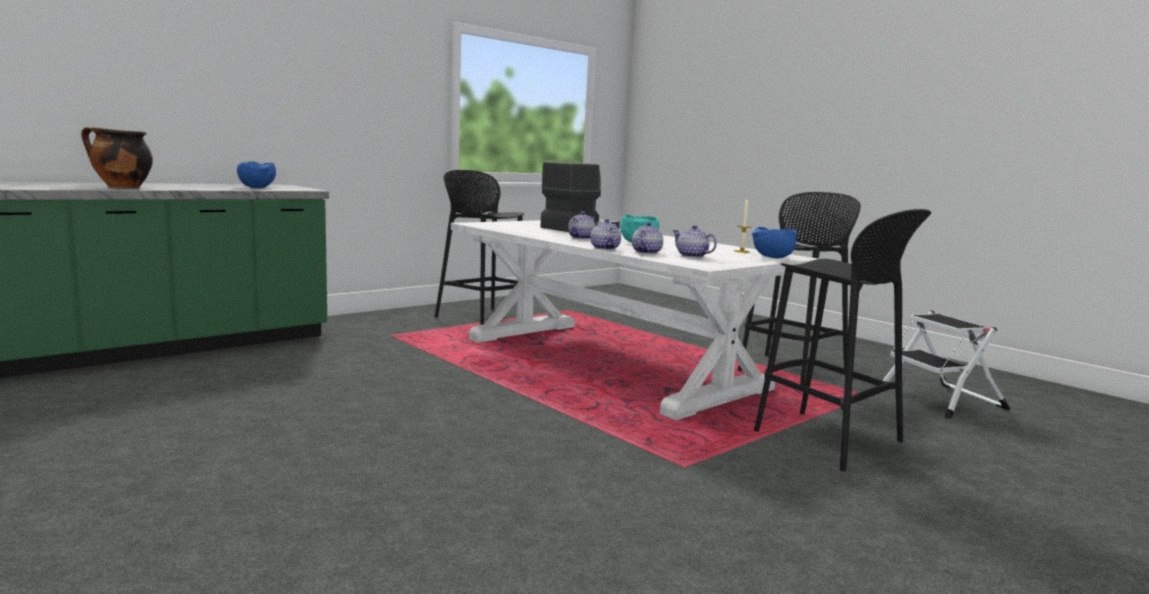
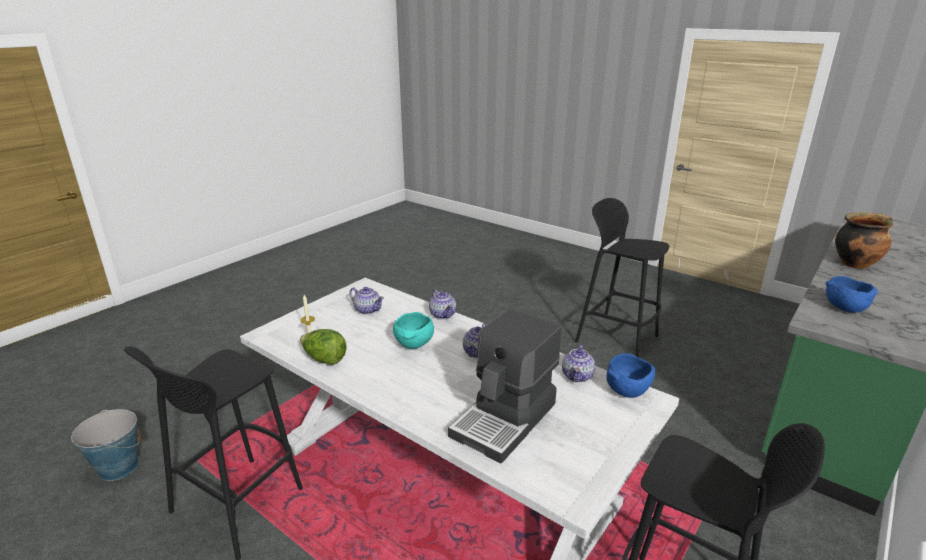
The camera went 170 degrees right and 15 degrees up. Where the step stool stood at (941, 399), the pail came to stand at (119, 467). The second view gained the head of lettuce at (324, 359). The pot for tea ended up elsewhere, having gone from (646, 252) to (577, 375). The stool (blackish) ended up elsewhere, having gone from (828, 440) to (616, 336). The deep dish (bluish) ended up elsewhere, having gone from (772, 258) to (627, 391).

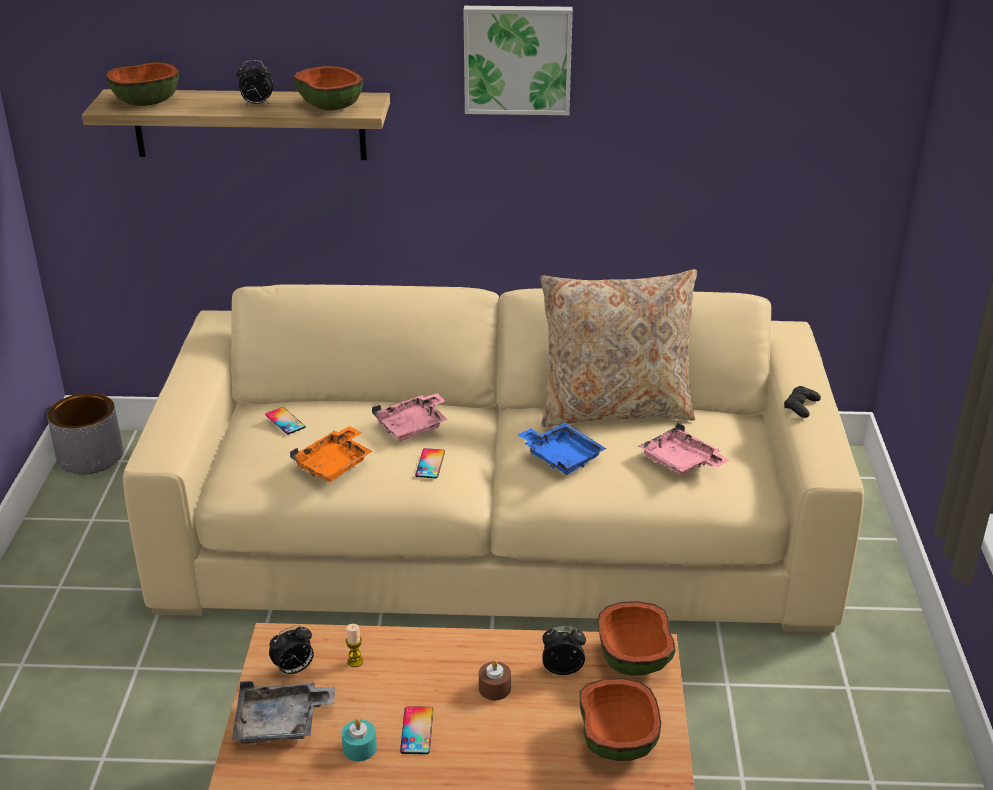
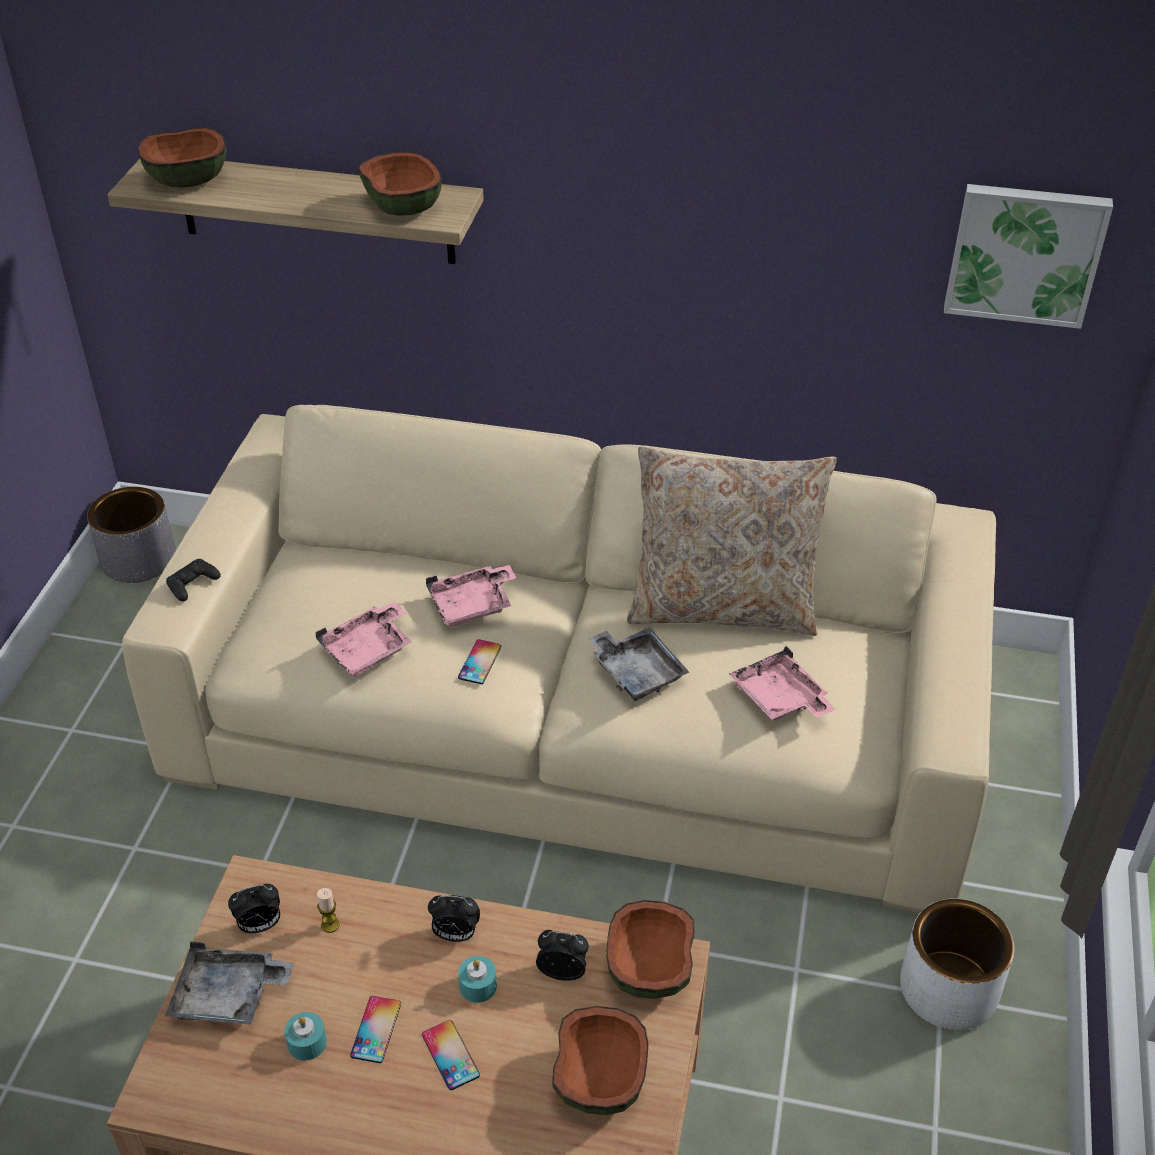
The camera went 10 degrees right and 10 degrees up. The gamepad (blackish) ended up elsewhere, having gone from (801, 406) to (192, 584). What was the serving tray (orangey) at (334, 464) turned into the serving tray (pinkish) at (368, 650). The phone ended up elsewhere, having gone from (285, 421) to (450, 1055). The alarm clock ended up elsewhere, having gone from (257, 104) to (455, 934). What was the candle (brown) at (494, 688) turned into the candle (turquoise) at (478, 986). What was the serving tray (bluish) at (561, 456) turned into the serving tray (greyish) at (637, 672). The second view gained the planter (white-coloured) at (947, 990). The wall art ended up elsewhere, having gone from (517, 59) to (1025, 253).

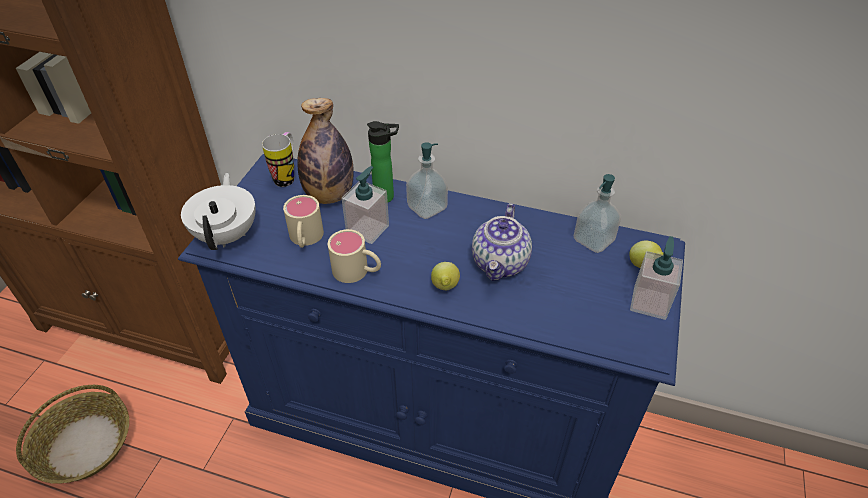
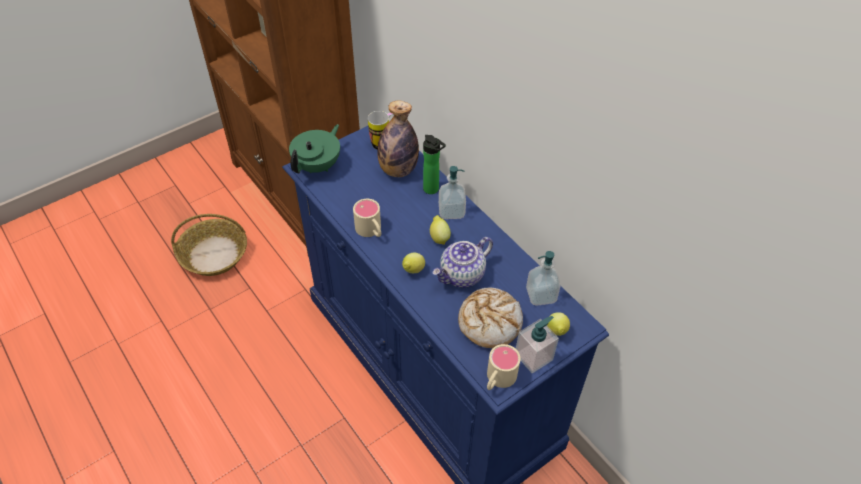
The camera went 35 degrees right and 5 degrees up. What was the pot for tea (white-coloured) at (227, 234) turned into the pot for tea (green) at (318, 165). The second view gained the whole lemon at (439, 237). The second view gained the bakery bread at (489, 322). The coffee mug (sand-coloured) ended up elsewhere, having gone from (305, 239) to (498, 379). The second view lost the liquid soap bottle at (367, 229).

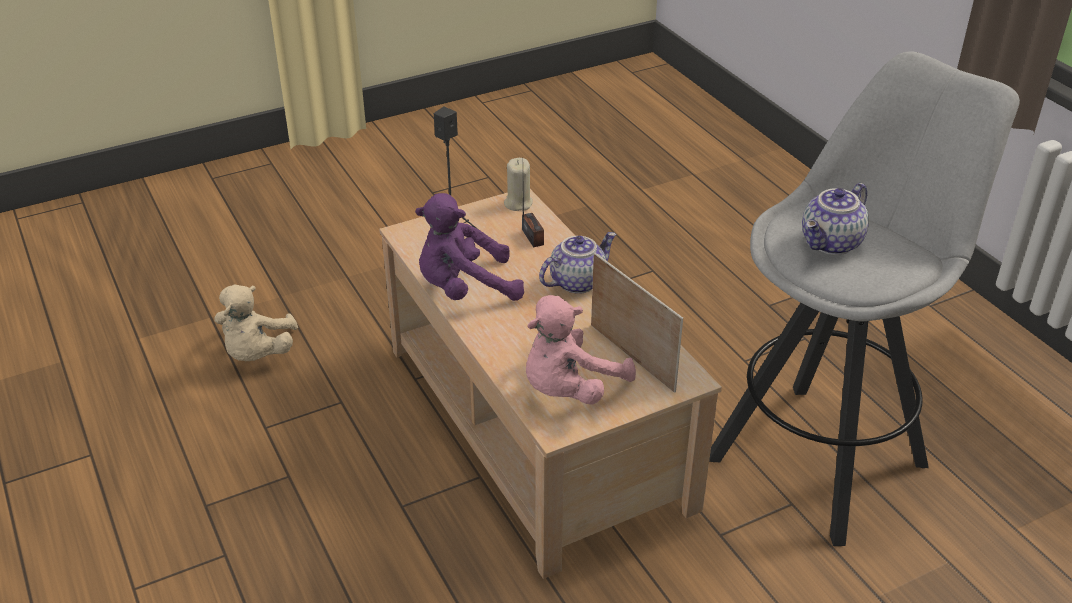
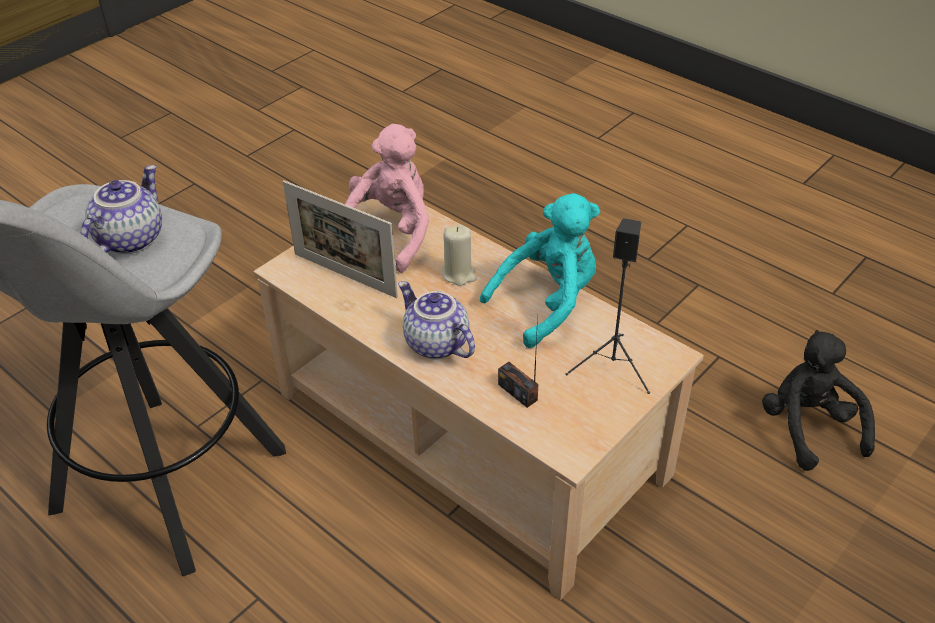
The camera went 160 degrees right and 5 degrees up. The pot for tea at (577, 281) ended up facing another way, 105 degrees clockwise from before. The candle (sand-coloured) ended up elsewhere, having gone from (518, 203) to (459, 274). What was the soft toy (purple) at (465, 289) turned into the soft toy (turquoise) at (548, 303). What was the soft toy (sand-coloured) at (257, 354) turned into the soft toy (blackish) at (808, 427).

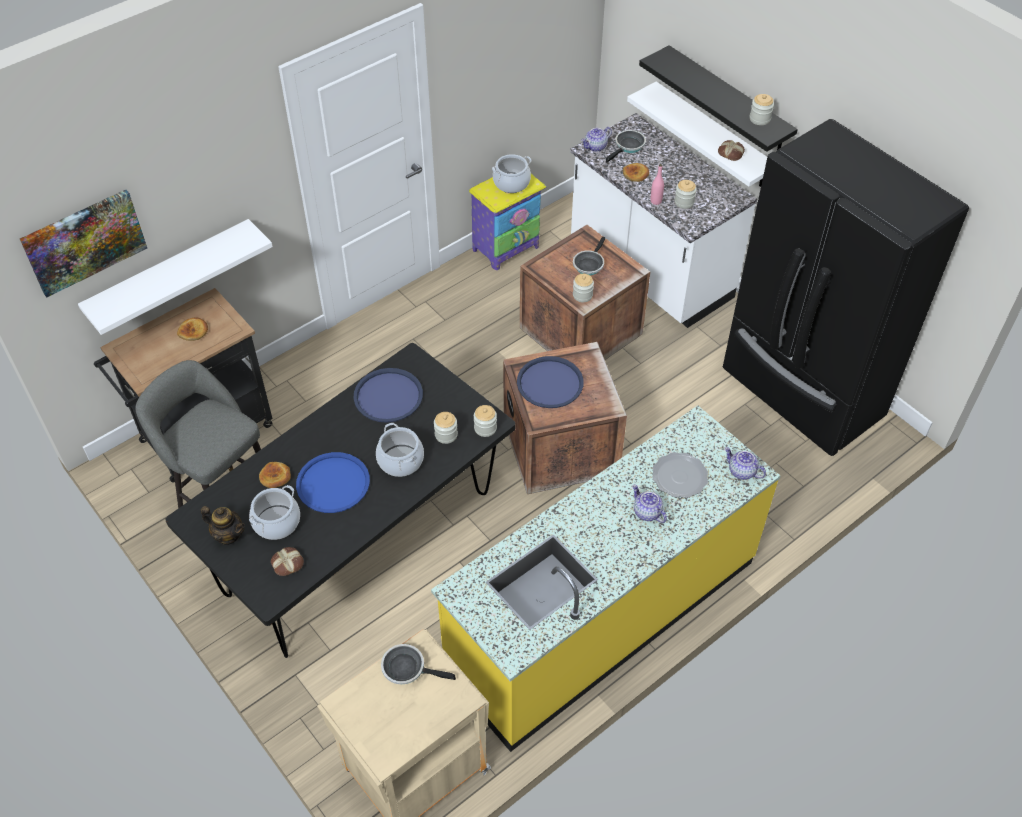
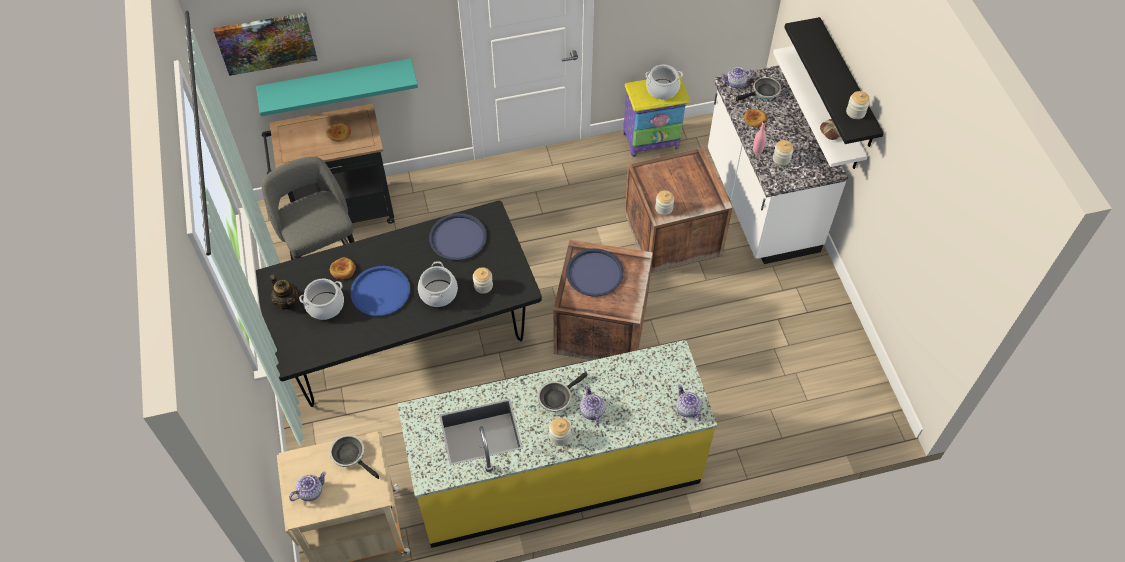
The camera went 25 degrees right and 5 degrees up. What was the wall shelf (white-coloured) at (170, 274) turned into the wall shelf (turquoise) at (337, 83). The second view gained the pot for tea at (310, 491). The frying pan ended up elsewhere, having gone from (589, 264) to (557, 397). The preserve jar ended up elsewhere, having gone from (485, 428) to (560, 436). The second view lost the bakery bread at (287, 563). The second view lost the plate at (680, 477). The second view lost the fridge (blackish) at (799, 394).

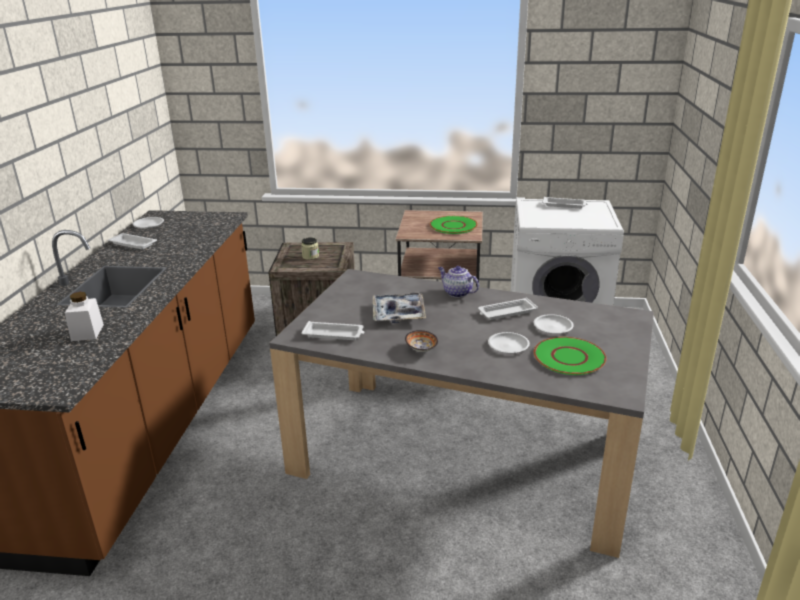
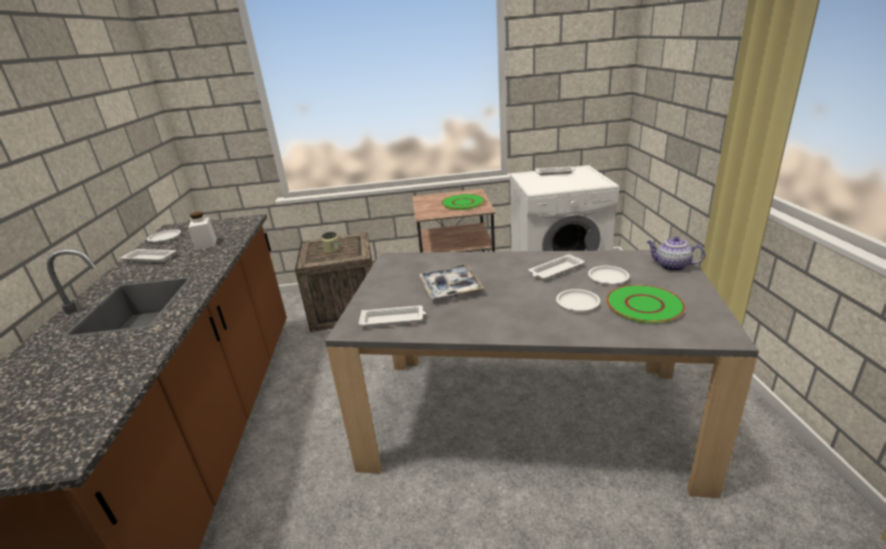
The camera went 10 degrees left and 0 degrees up. The preserve jar (white-coloured) ended up elsewhere, having gone from (87, 332) to (206, 244). The pot for tea ended up elsewhere, having gone from (457, 293) to (671, 266). The second view lost the deep dish at (421, 349).

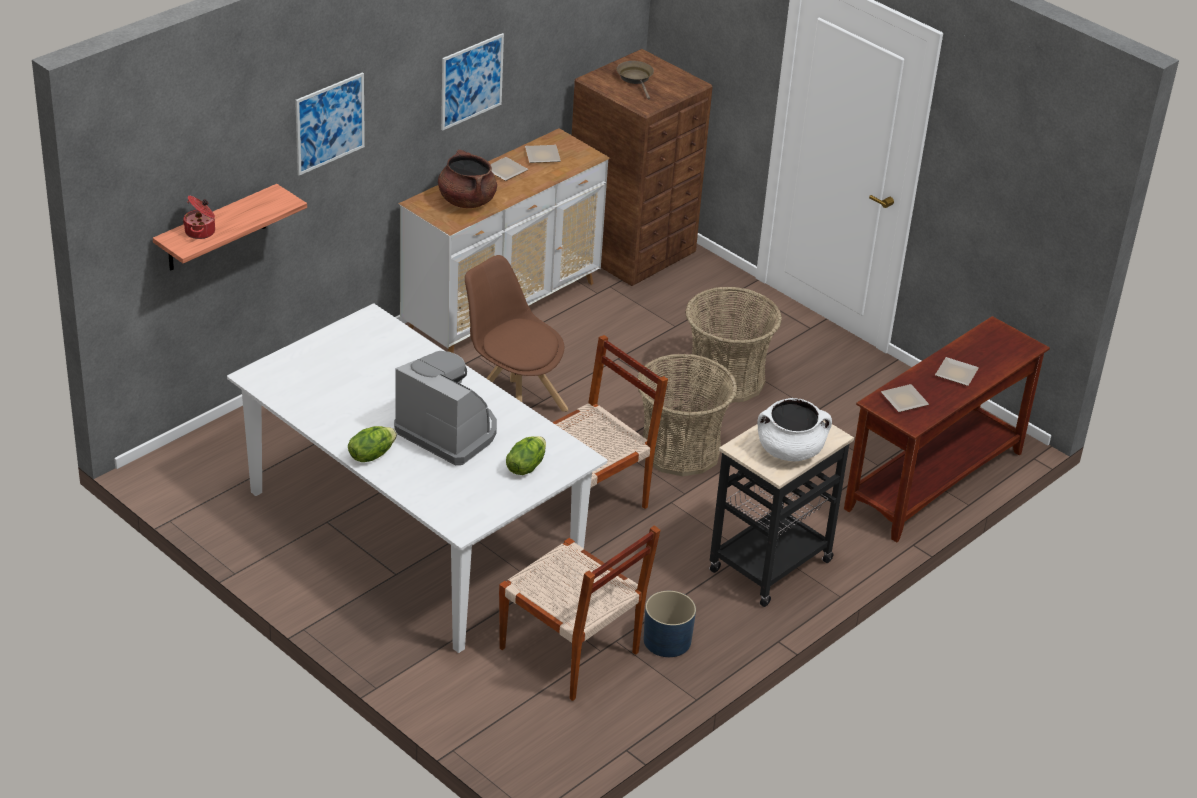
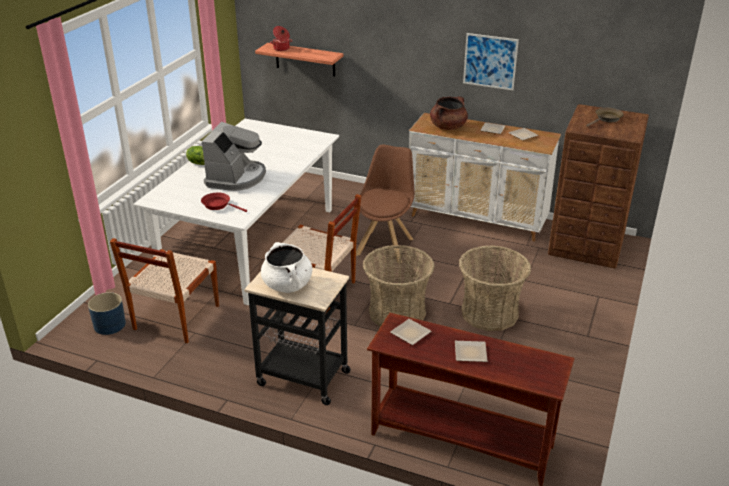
The camera went 70 degrees right and 5 degrees down. The planter (bluish) ended up elsewhere, having gone from (667, 640) to (110, 325). Where the head of lettuce stood at (525, 466), the frying pan (reddish) came to stand at (218, 205). The second view lost the wall art at (330, 123).

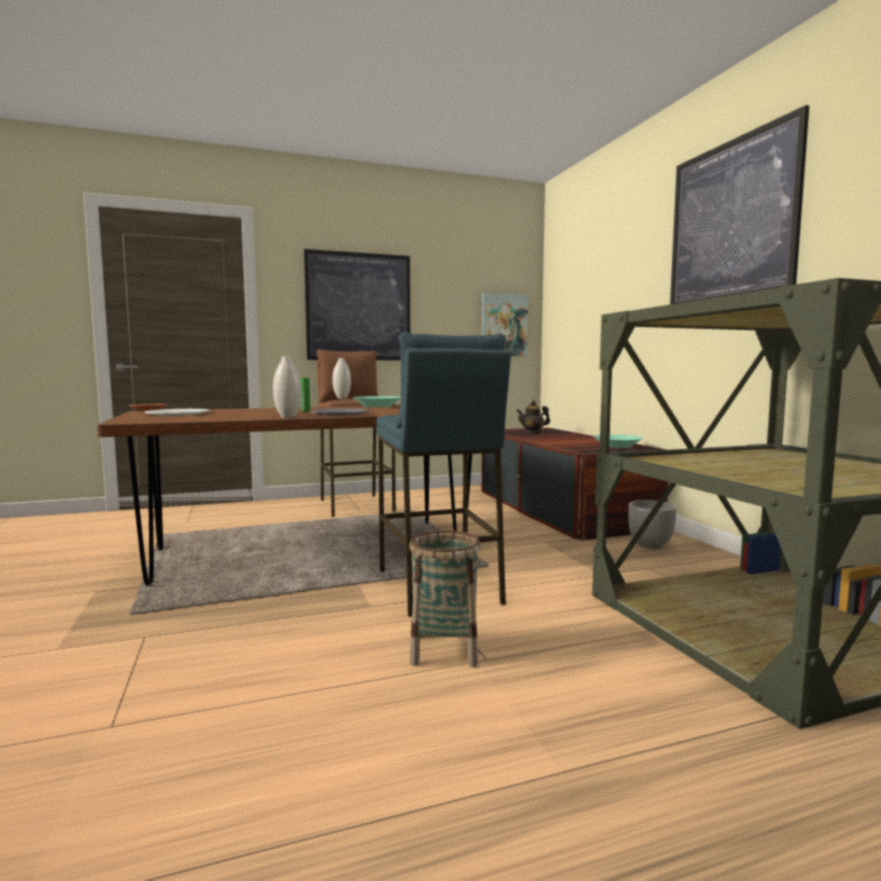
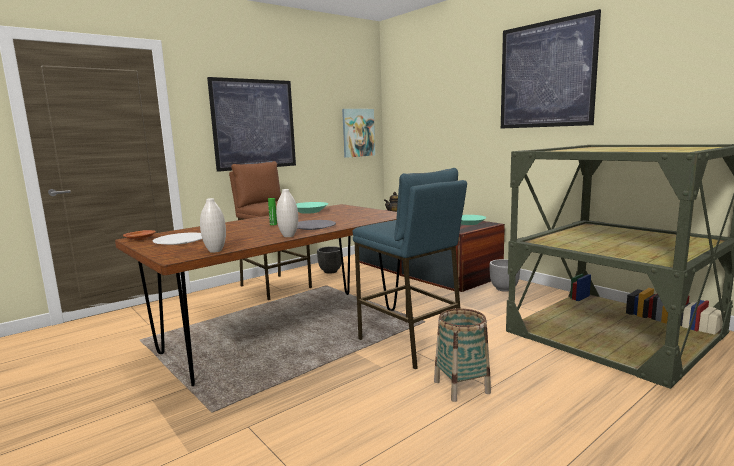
The camera went 20 degrees left and 5 degrees up. The decorative vase (white-coloured) ended up elsewhere, having gone from (342, 398) to (215, 251). The second view gained the planter (blackish) at (330, 271).

